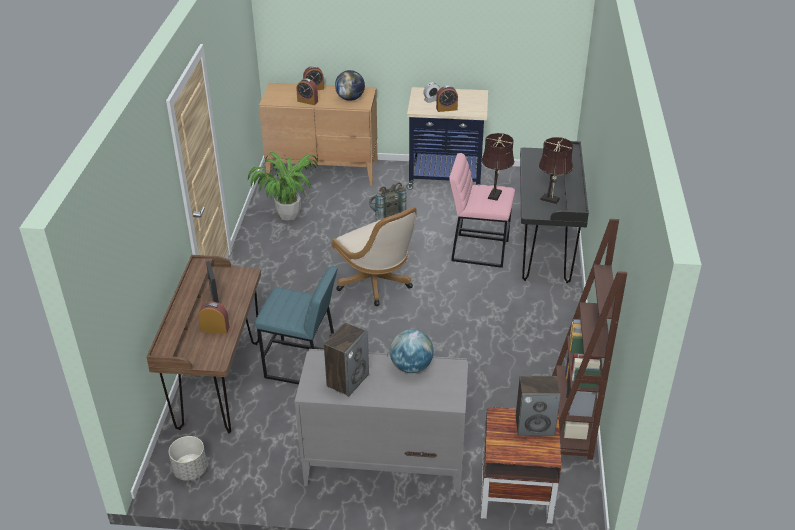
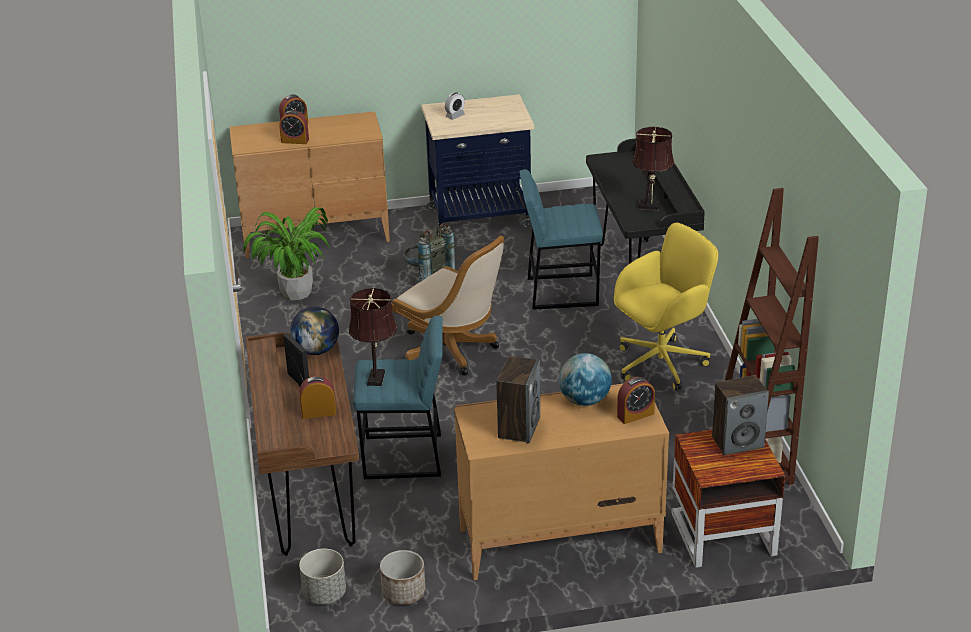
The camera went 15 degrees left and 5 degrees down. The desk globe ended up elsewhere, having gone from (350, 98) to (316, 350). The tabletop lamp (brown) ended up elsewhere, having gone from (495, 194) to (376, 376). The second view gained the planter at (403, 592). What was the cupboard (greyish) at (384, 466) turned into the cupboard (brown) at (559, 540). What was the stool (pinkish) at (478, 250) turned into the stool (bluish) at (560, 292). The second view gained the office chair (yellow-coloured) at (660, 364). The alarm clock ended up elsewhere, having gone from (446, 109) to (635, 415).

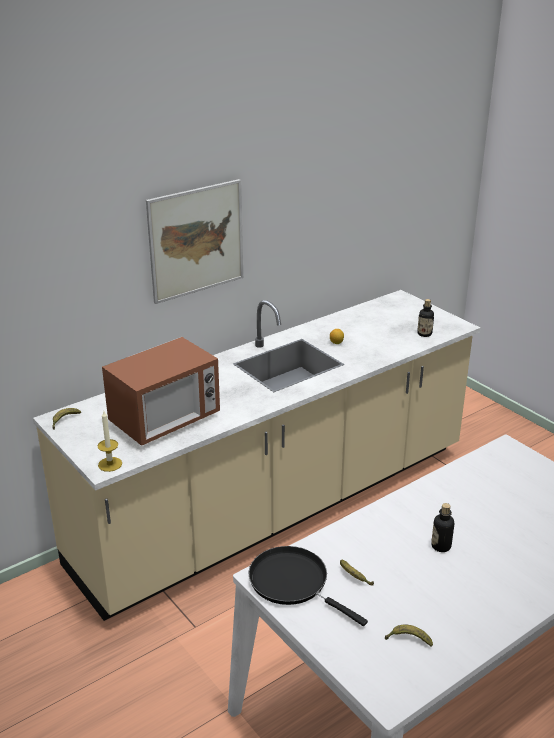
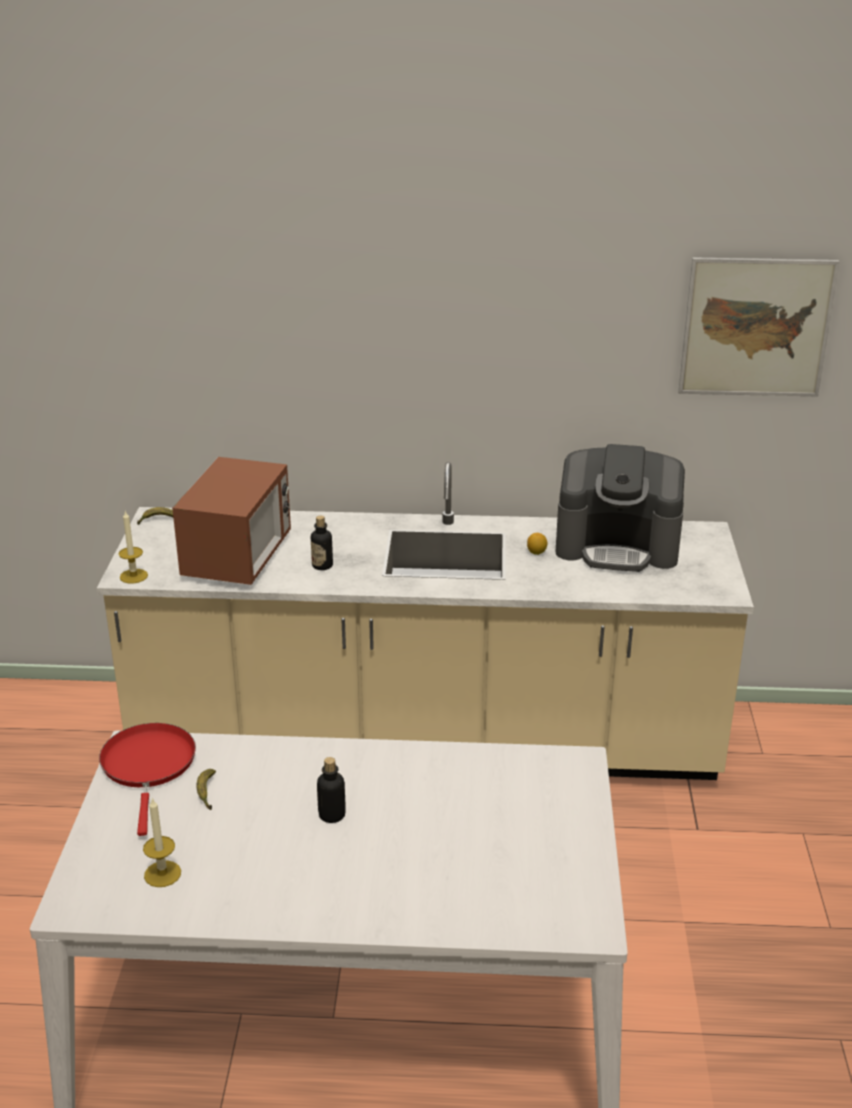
The camera went 40 degrees right and 0 degrees up. What was the frying pan (blackish) at (293, 583) turned into the frying pan (reddish) at (148, 766). Where the whole banana stood at (408, 640), the candle came to stand at (162, 874). The microwave oven at (165, 420) ended up facing another way, 75 degrees counterclockwise from before. The beverage bottle ended up elsewhere, having gone from (424, 334) to (322, 565). The second view gained the coffee maker at (618, 546). The wall art ended up elsewhere, having gone from (196, 240) to (756, 327).

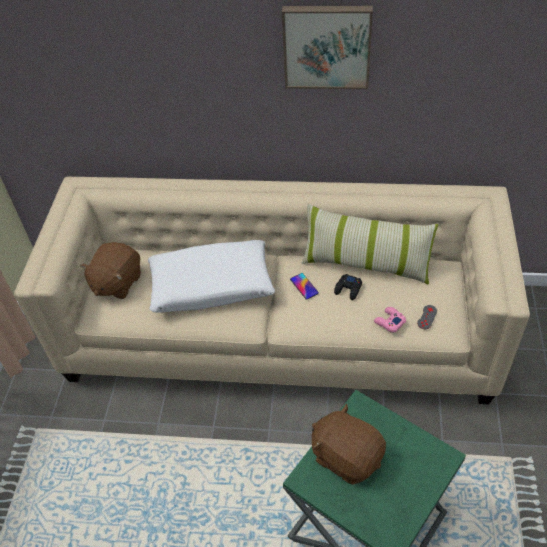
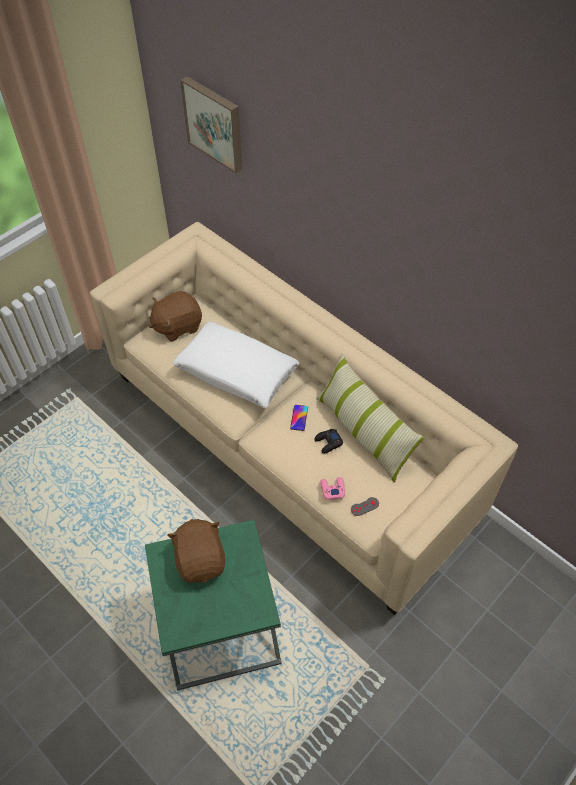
The camera went 35 degrees right and 5 degrees up. The wall art ended up elsewhere, having gone from (327, 46) to (215, 123).

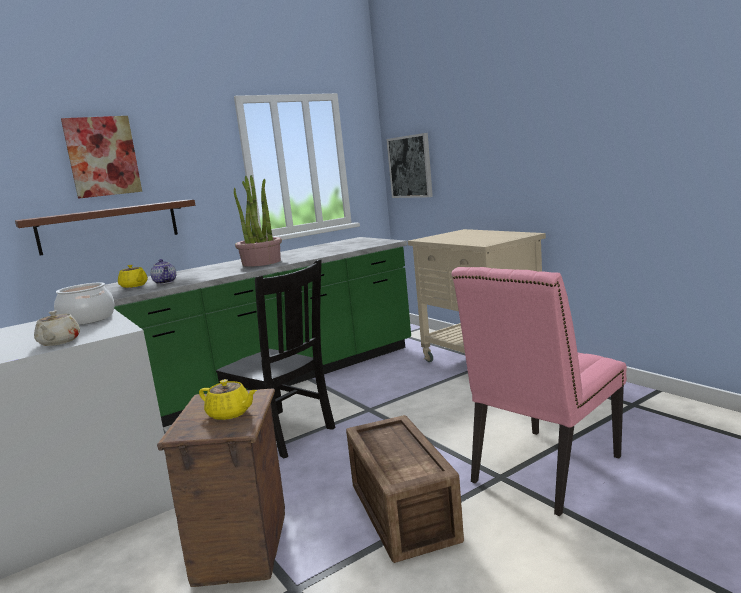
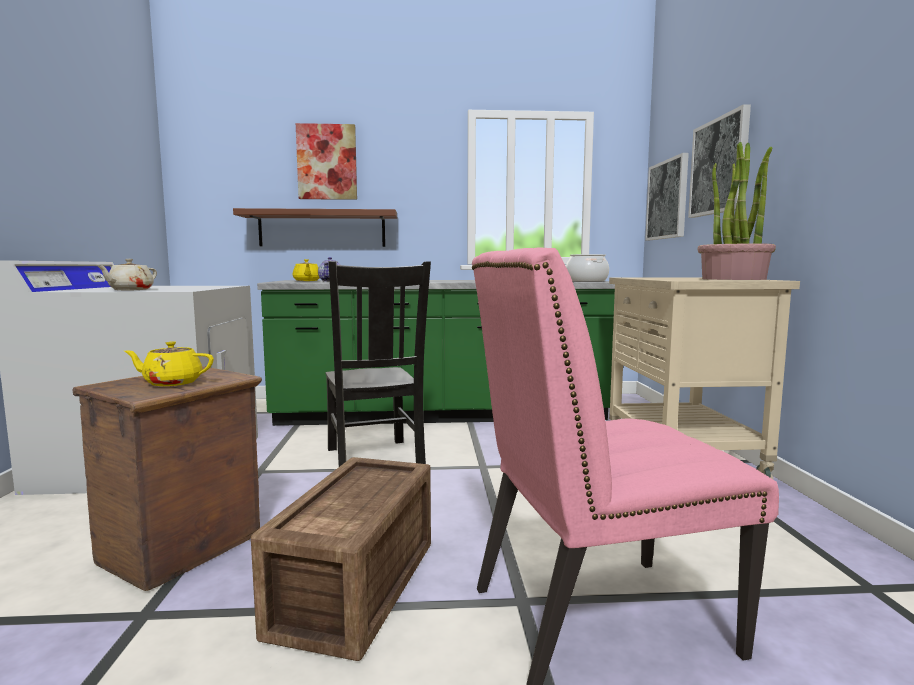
The camera went 30 degrees right and 5 degrees down. The pot for tea (yellow-coloured) at (230, 413) ended up facing another way, 120 degrees clockwise from before. The saucepot ended up elsewhere, having gone from (87, 319) to (586, 281). The second view gained the wall art at (719, 166). The potted plant ended up elsewhere, having gone from (261, 262) to (733, 279).

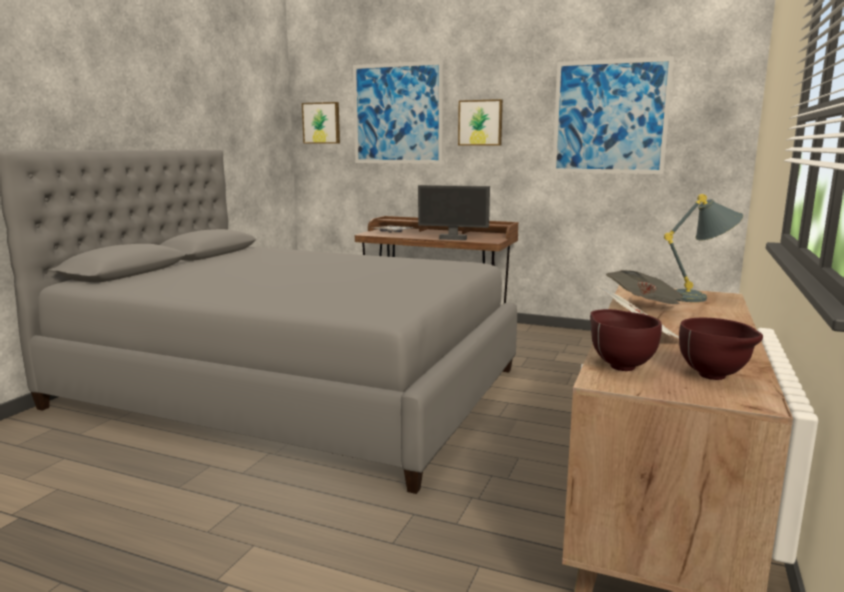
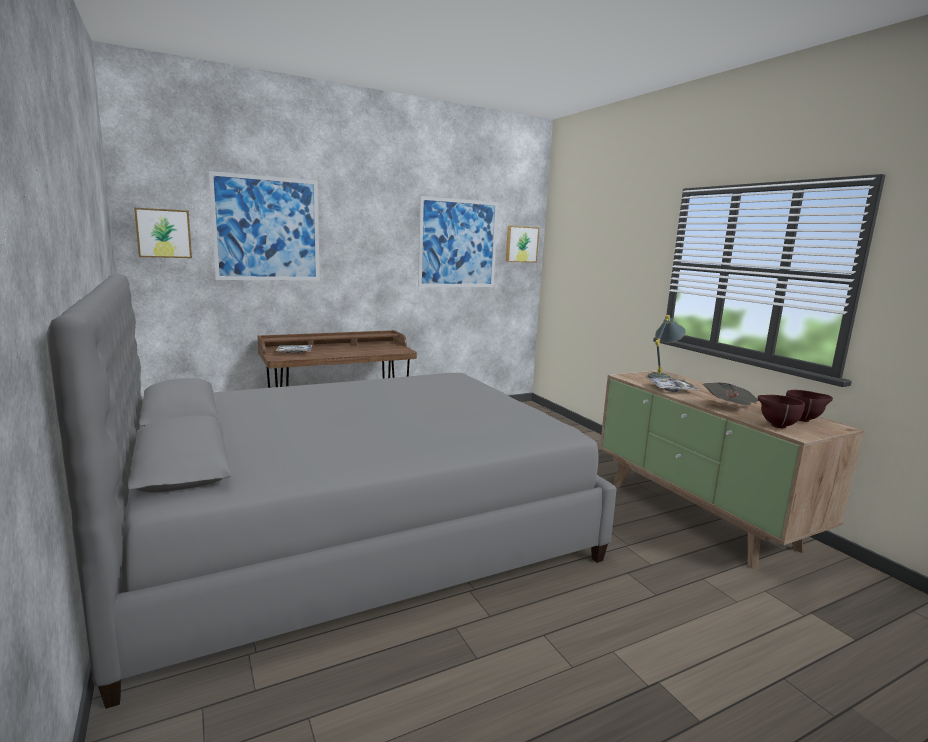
The camera went 50 degrees left and 0 degrees up. The wall art ended up elsewhere, having gone from (480, 123) to (521, 244). Where the daily paper stood at (646, 308), the serving tray came to stand at (671, 389). The second view lost the computer screen at (453, 239).

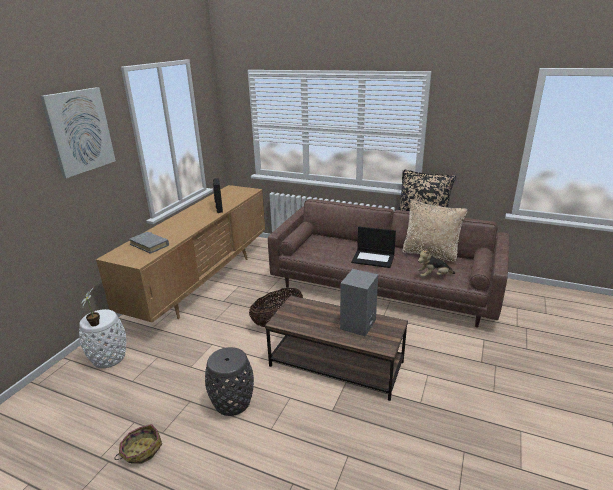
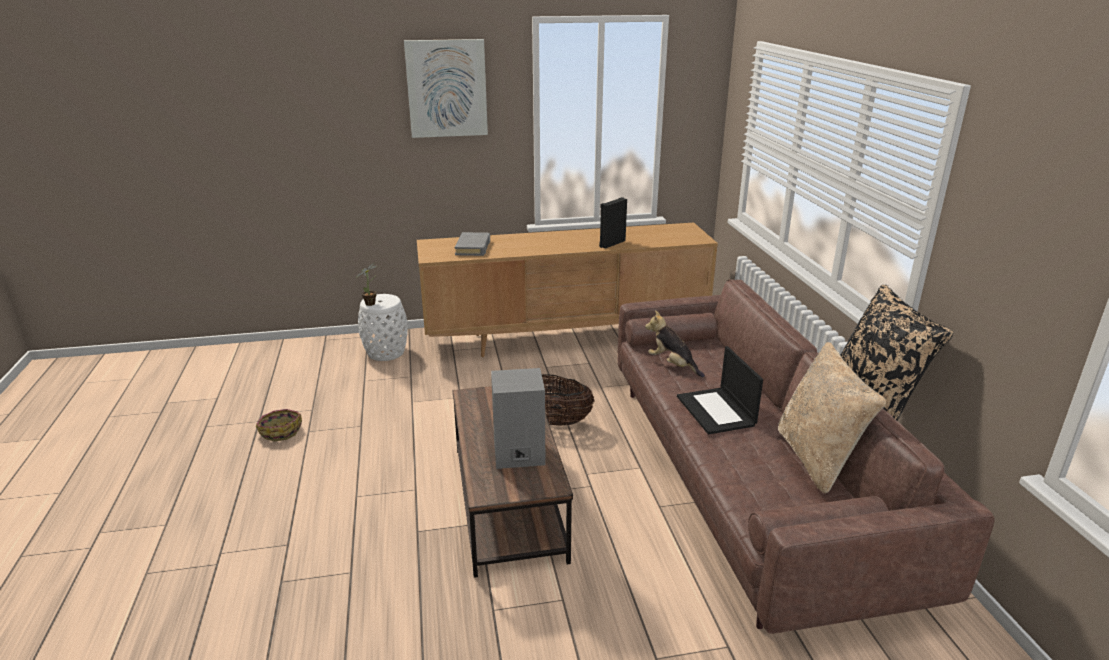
The camera went 55 degrees right and 0 degrees up. The soft toy ended up elsewhere, having gone from (433, 276) to (672, 365). The second view lost the stool (greyish) at (232, 402).

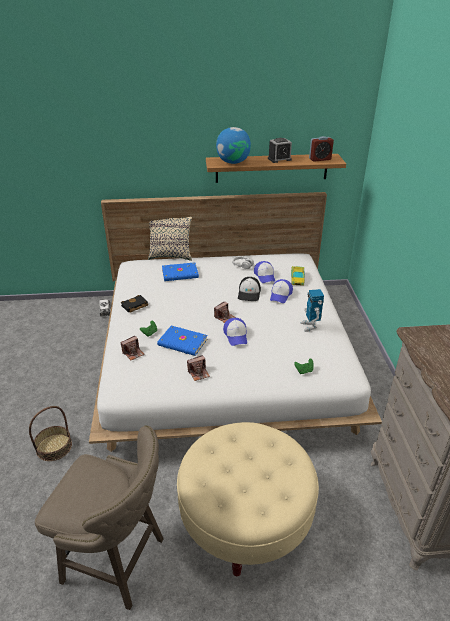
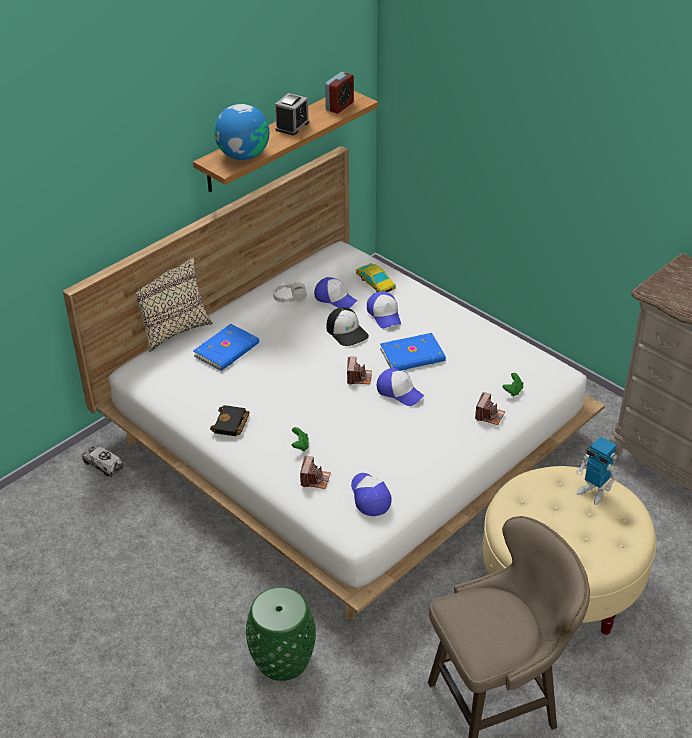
The camera went 40 degrees left and 5 degrees up. Where the storage basket stood at (54, 447), the stool (green) came to stand at (283, 659). The second view gained the baseball cap at (369, 497). The bound book (bluish) ended up elsewhere, having gone from (182, 343) to (413, 356). The still camera ended up elsewhere, having gone from (198, 373) to (489, 415). The toy robot ended up elsewhere, having gone from (310, 326) to (593, 492).

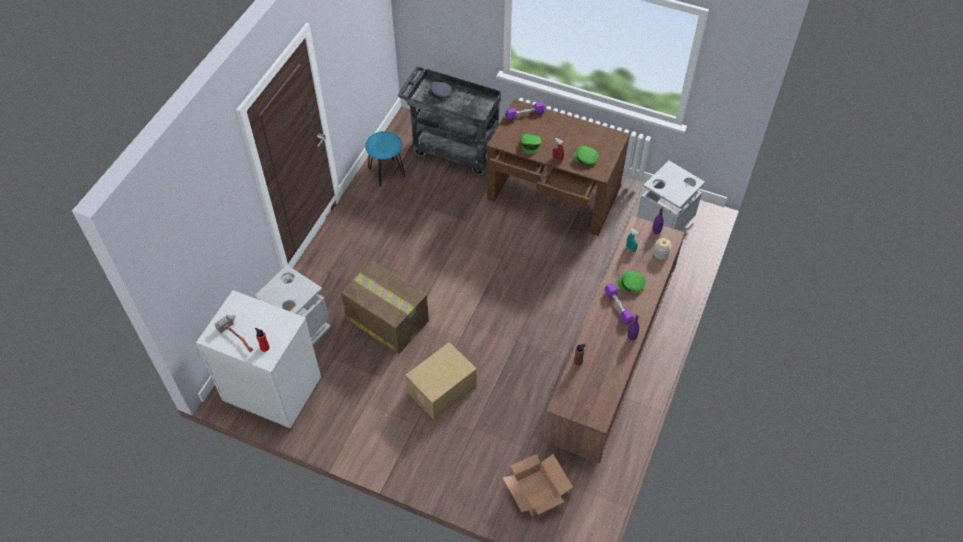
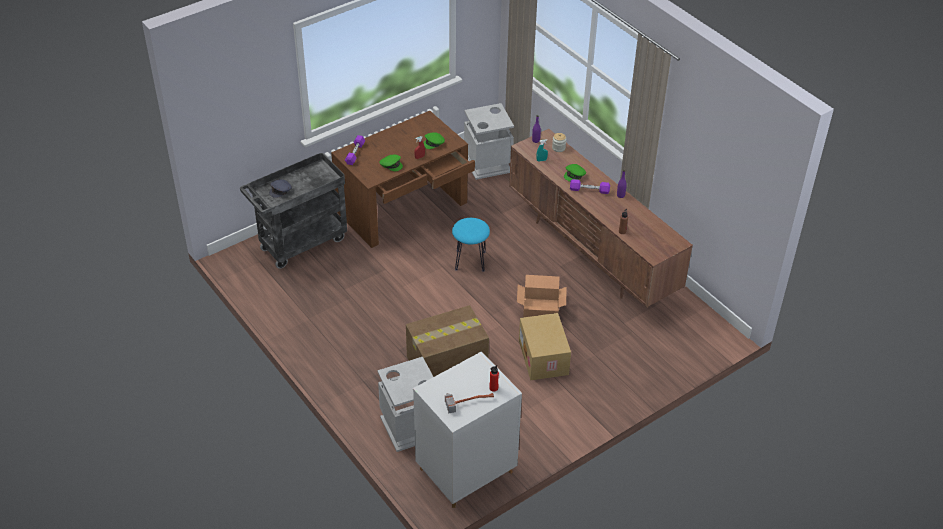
The camera went 60 degrees left and 10 degrees down. The stool (turquoise) ended up elsewhere, having gone from (386, 172) to (470, 260). The cardboard box ended up elsewhere, having gone from (536, 493) to (541, 309).

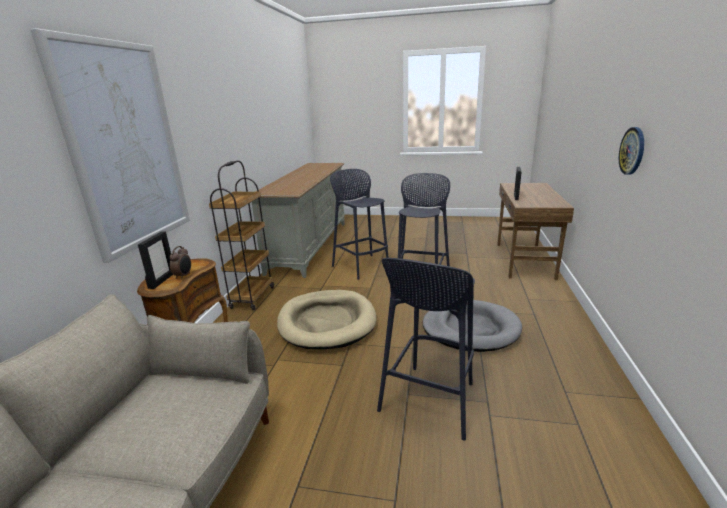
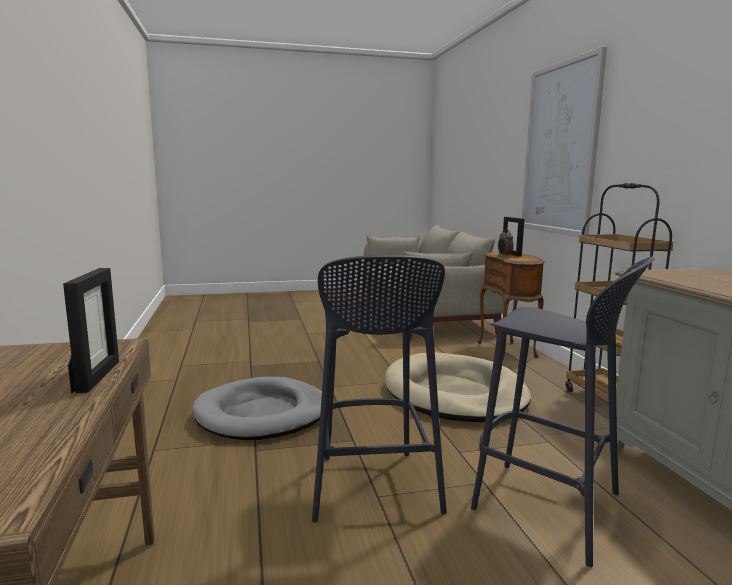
The camera went 155 degrees right and 10 degrees down. The second view lost the stool (greyish) at (430, 400). The second view lost the wall clock at (632, 151).

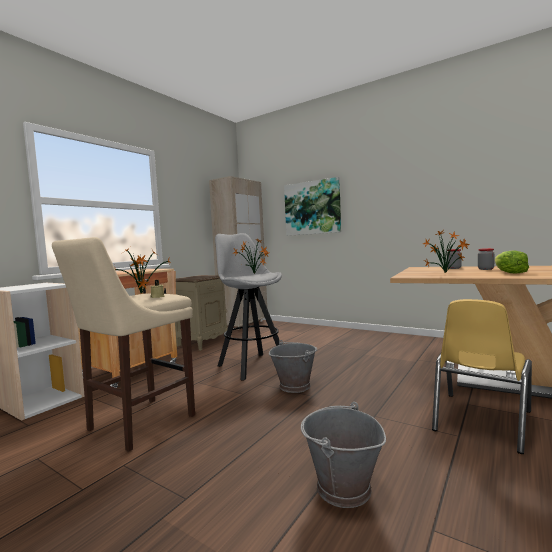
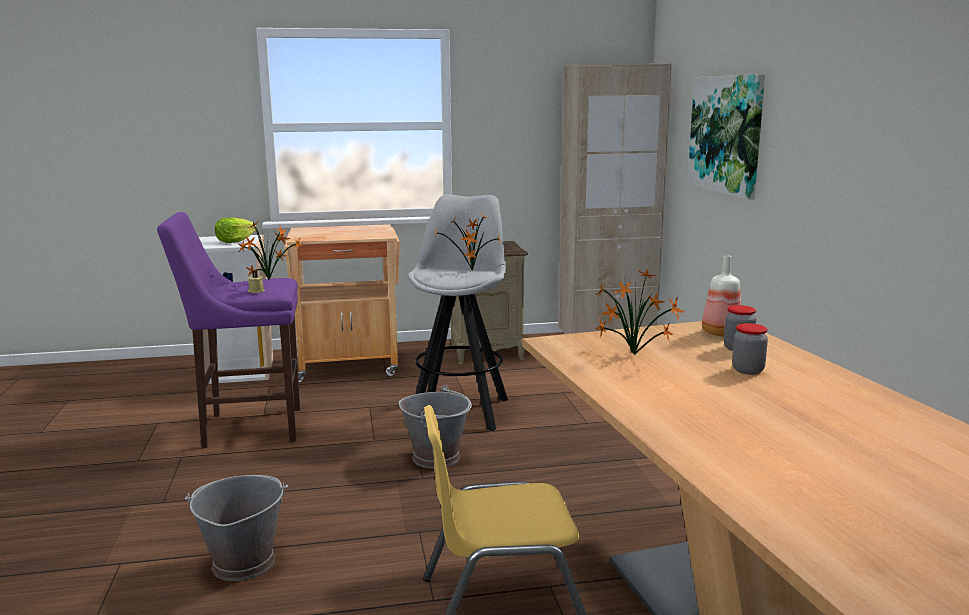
The camera went 45 degrees right and 10 degrees up. What was the stool (sand-coloured) at (137, 424) turned into the stool (purple) at (247, 427). The head of lettuce ended up elsewhere, having gone from (509, 273) to (235, 241). The second view gained the beverage bottle at (720, 333).

